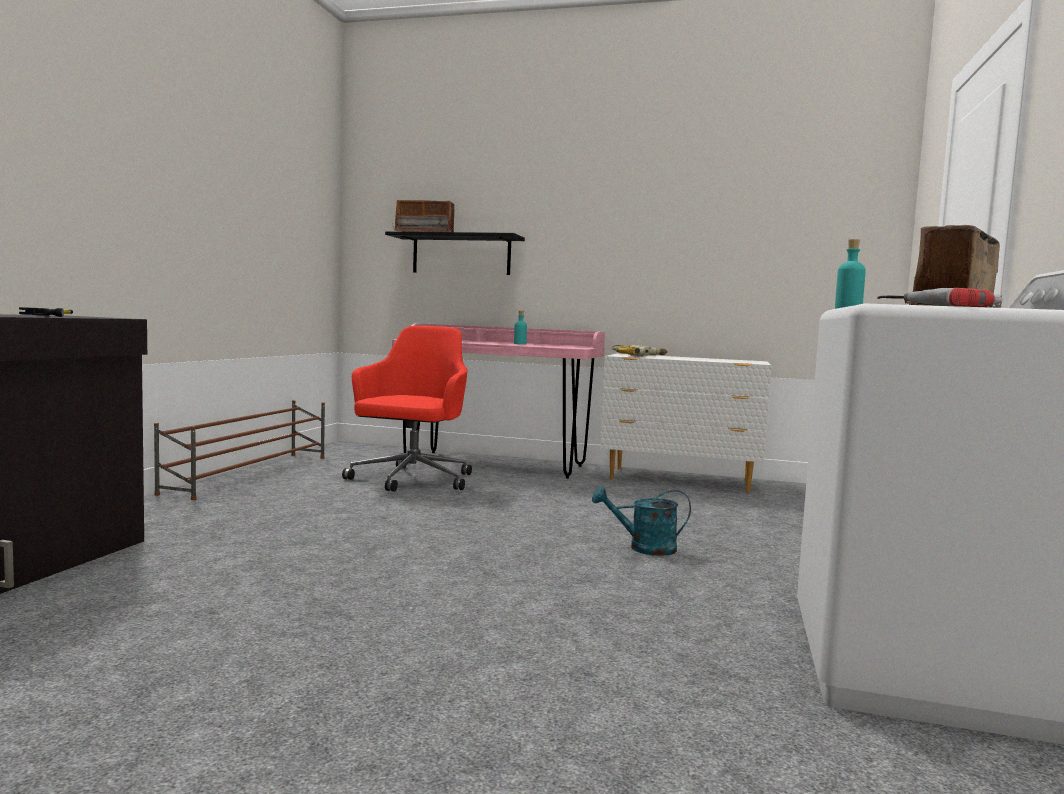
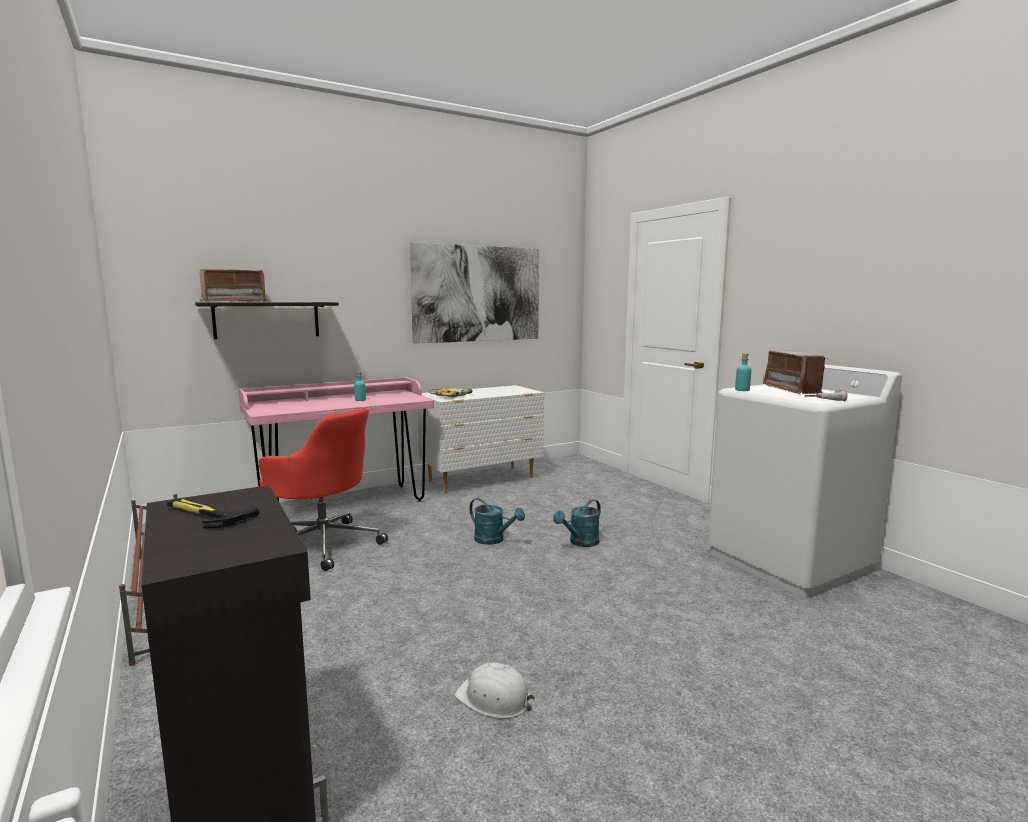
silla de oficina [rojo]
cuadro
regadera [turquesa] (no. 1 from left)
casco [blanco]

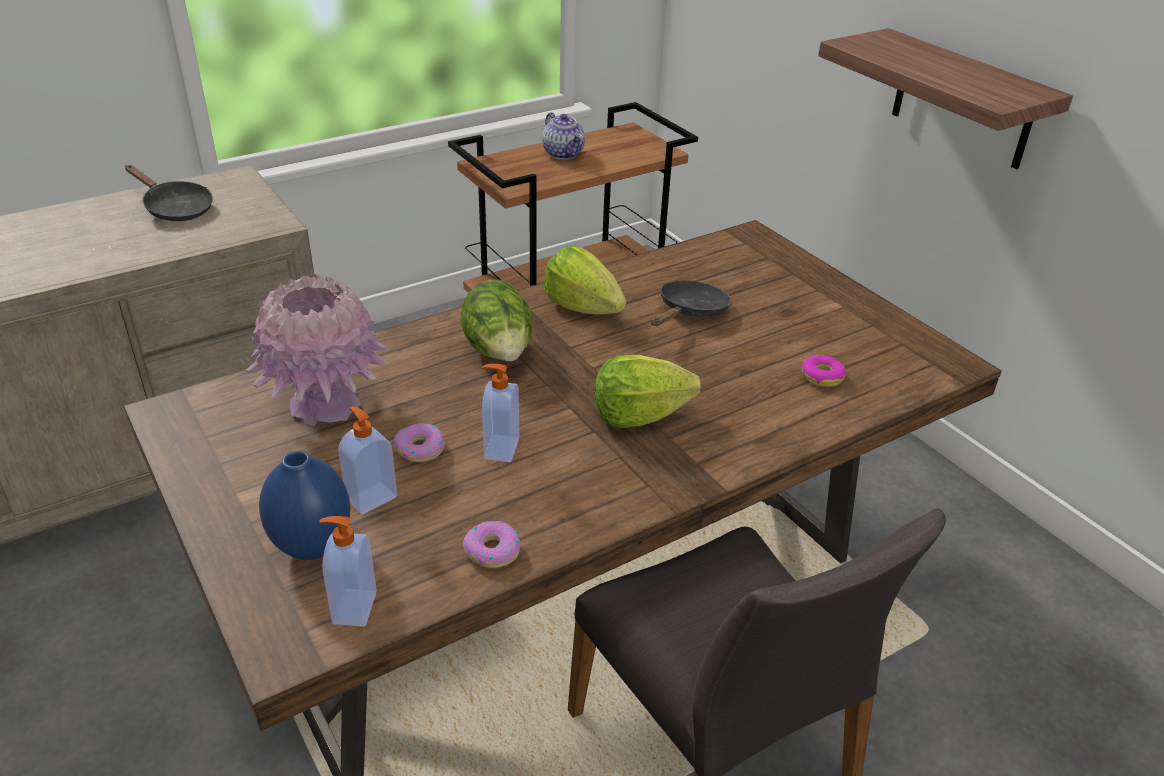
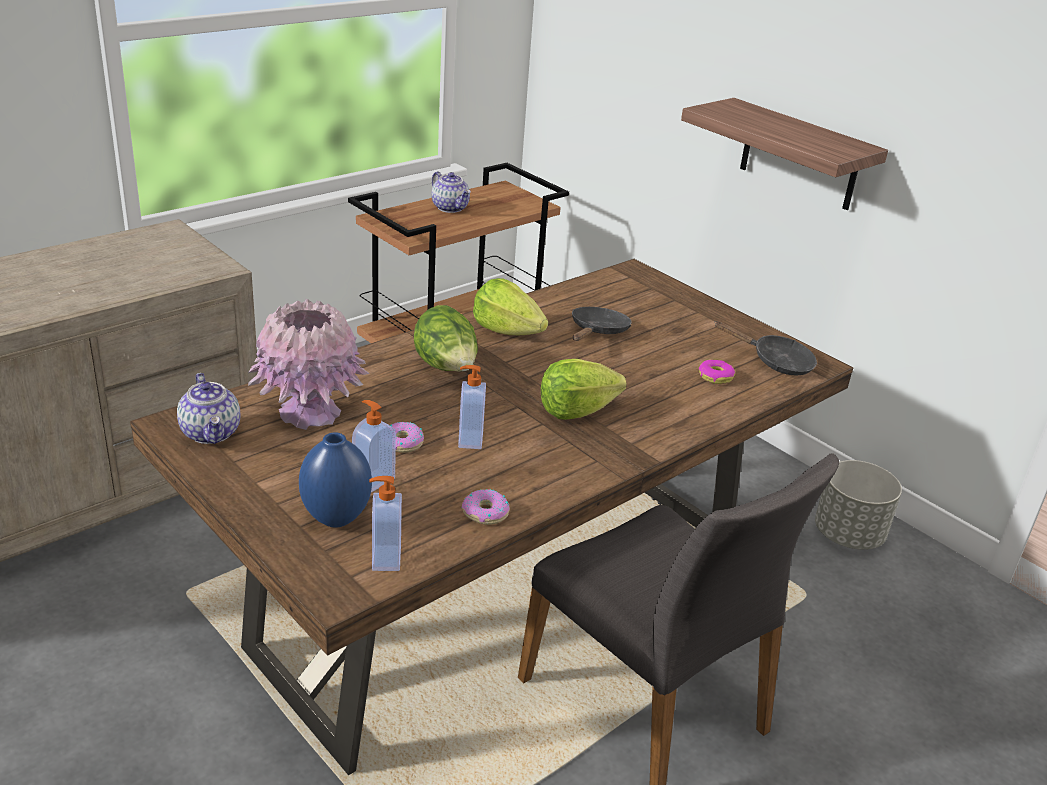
sartén [negro] (no. 2 from left)
tetera (no. 1 from left)
maceta [gris]

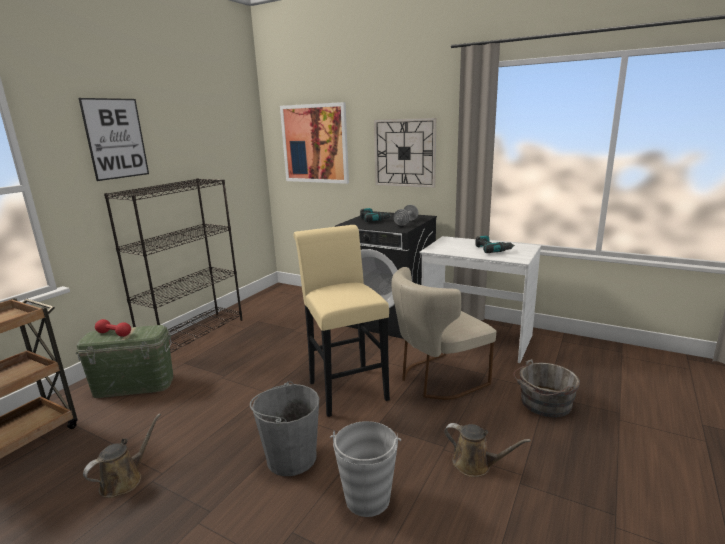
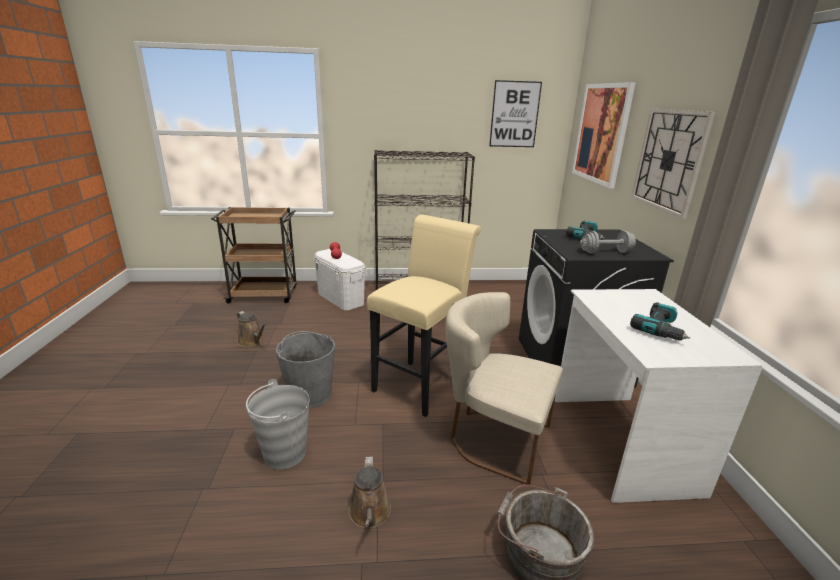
cuadro (no. 1 from left)
caja de almacenaje [blanco]
regadera [marrón] (no. 1 from left)

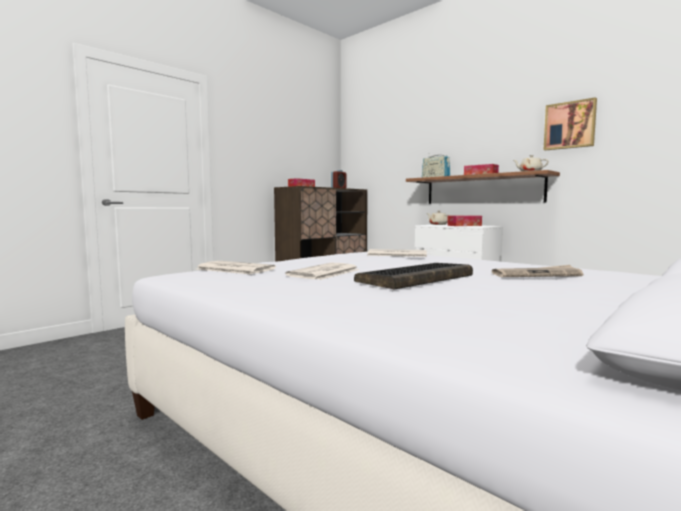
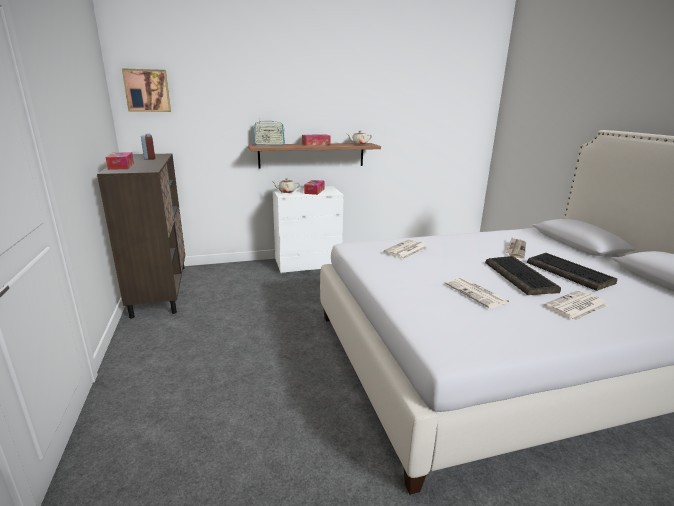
cuadro
periódico (no. 4 from left)
teclado (no. 2 from left)

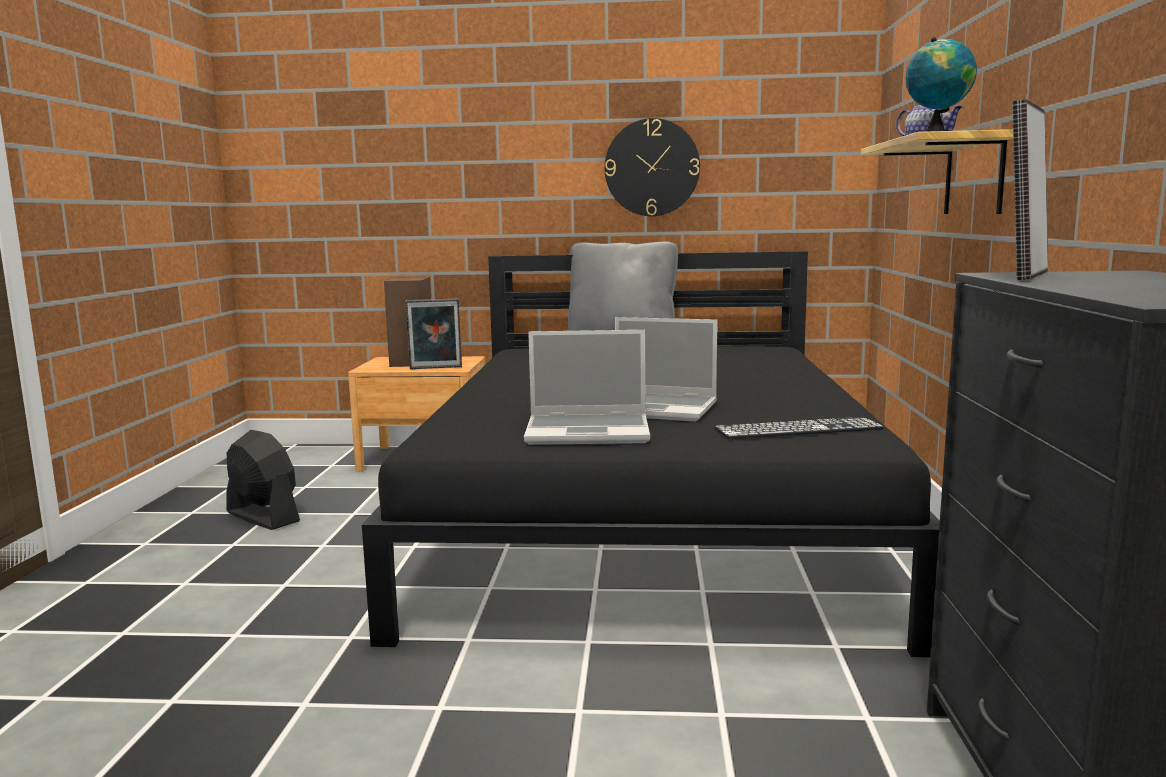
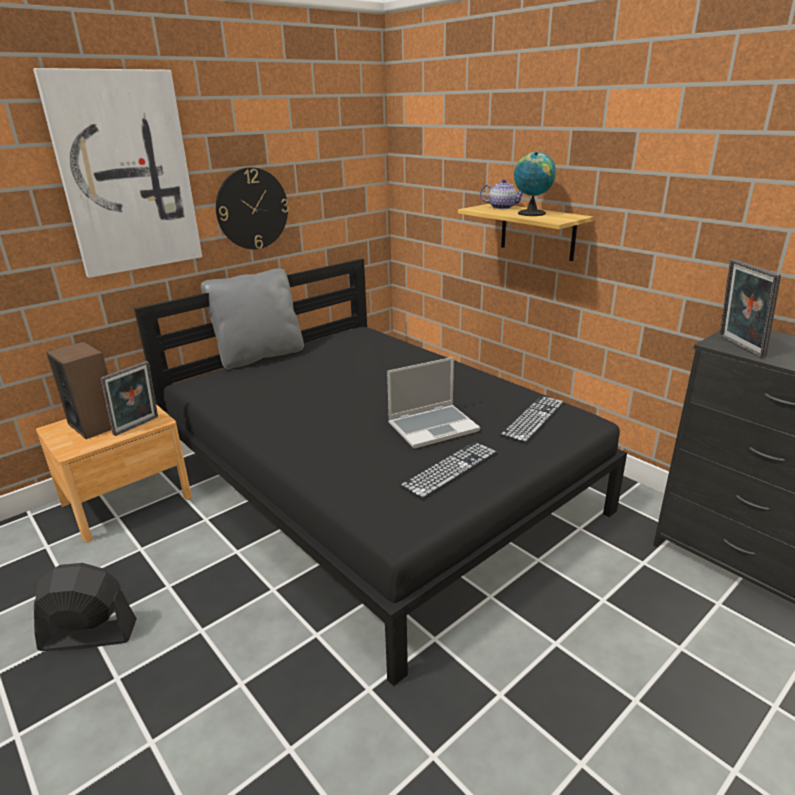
teclado (no. 1 from left)
cuadro

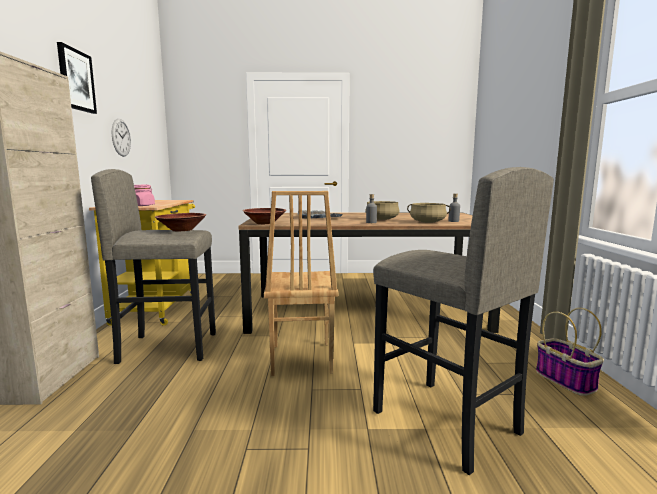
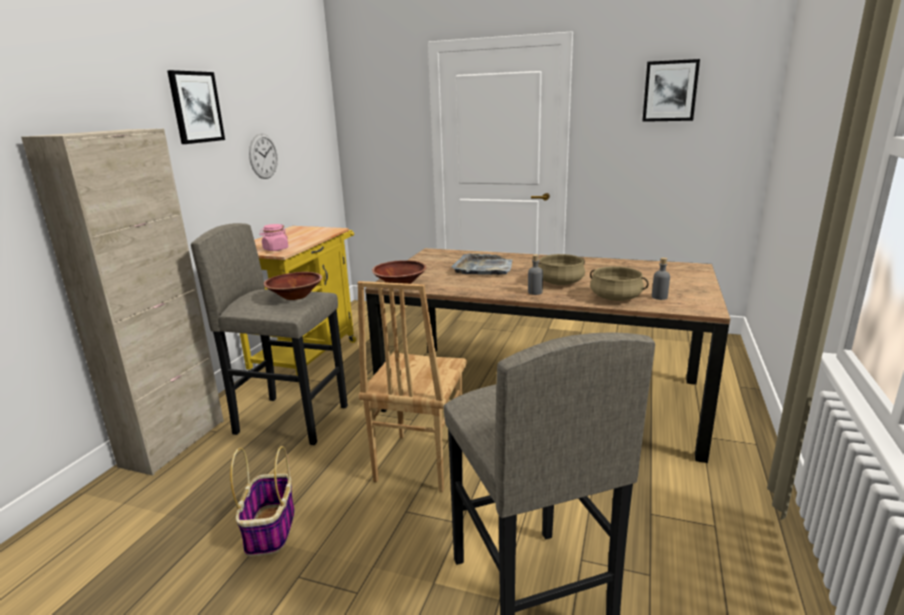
cesta
cuadro (no. 2 from left)

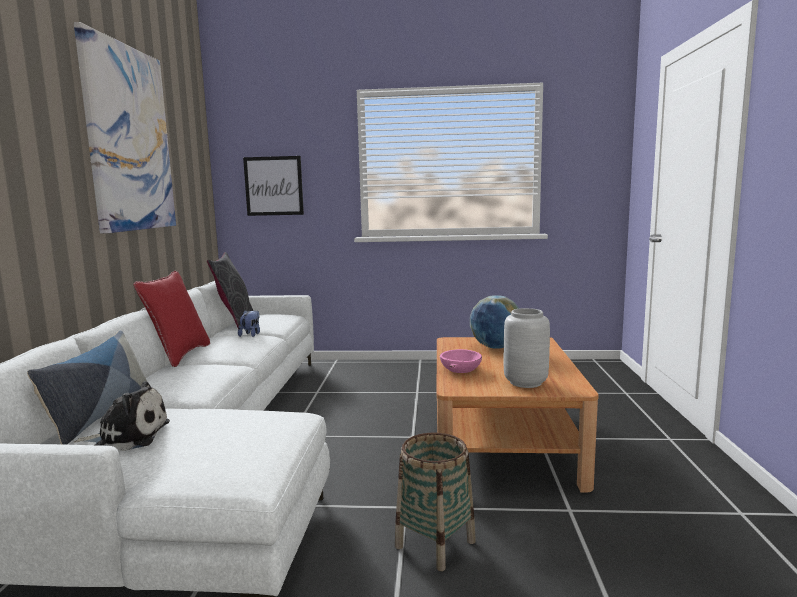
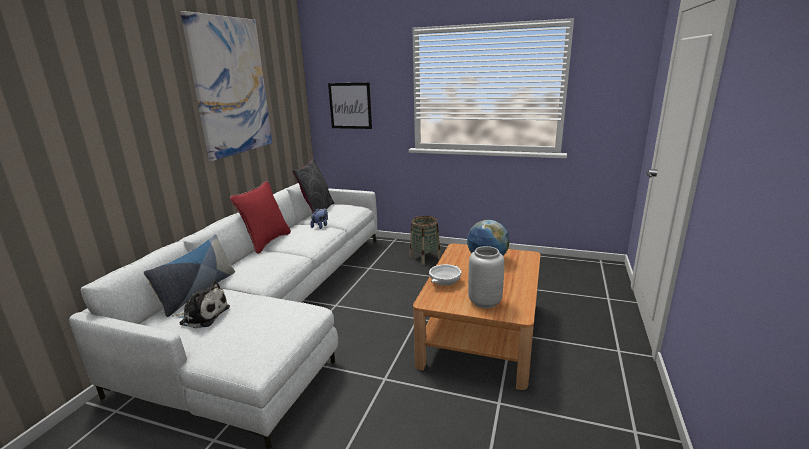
cuenco [blanco]
cesta

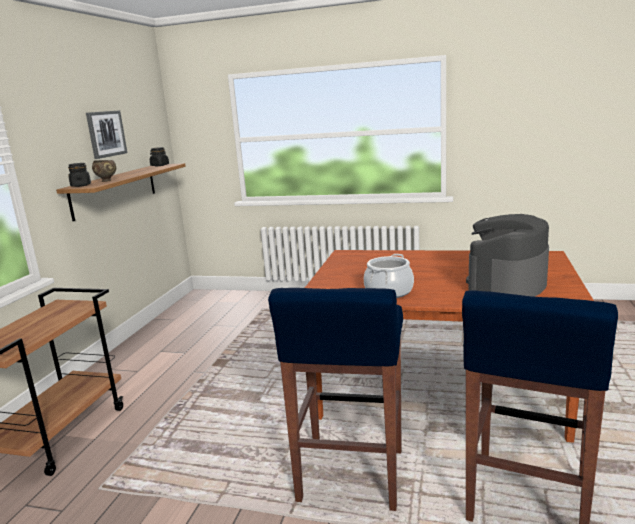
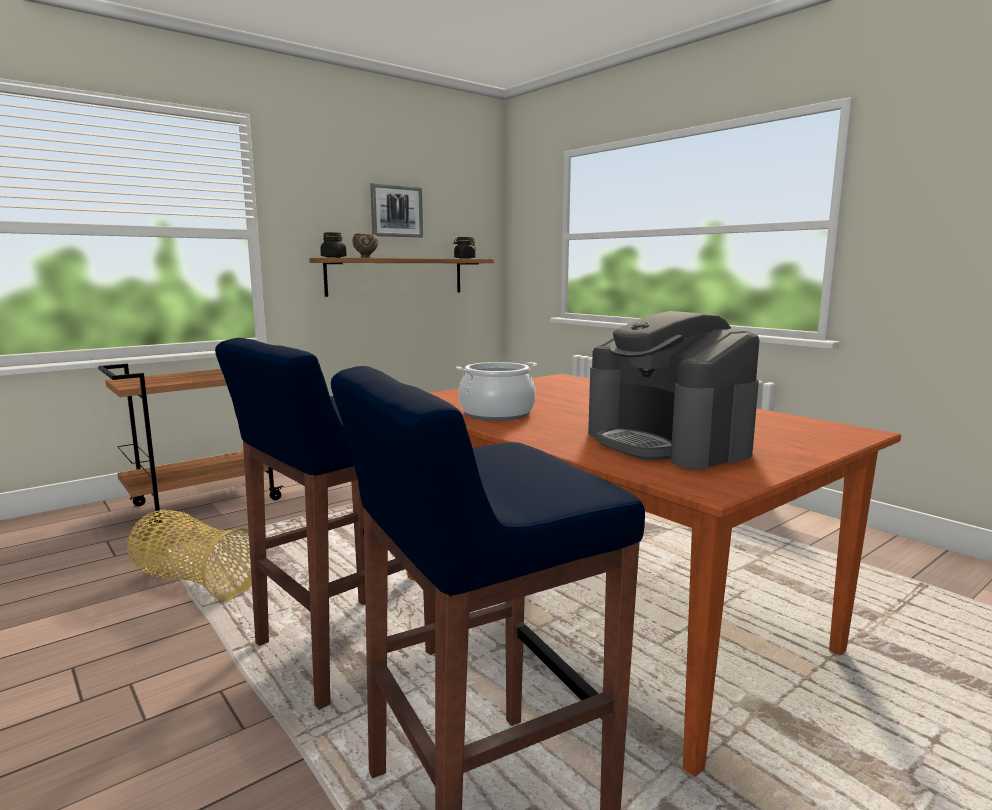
cafetera
cesta

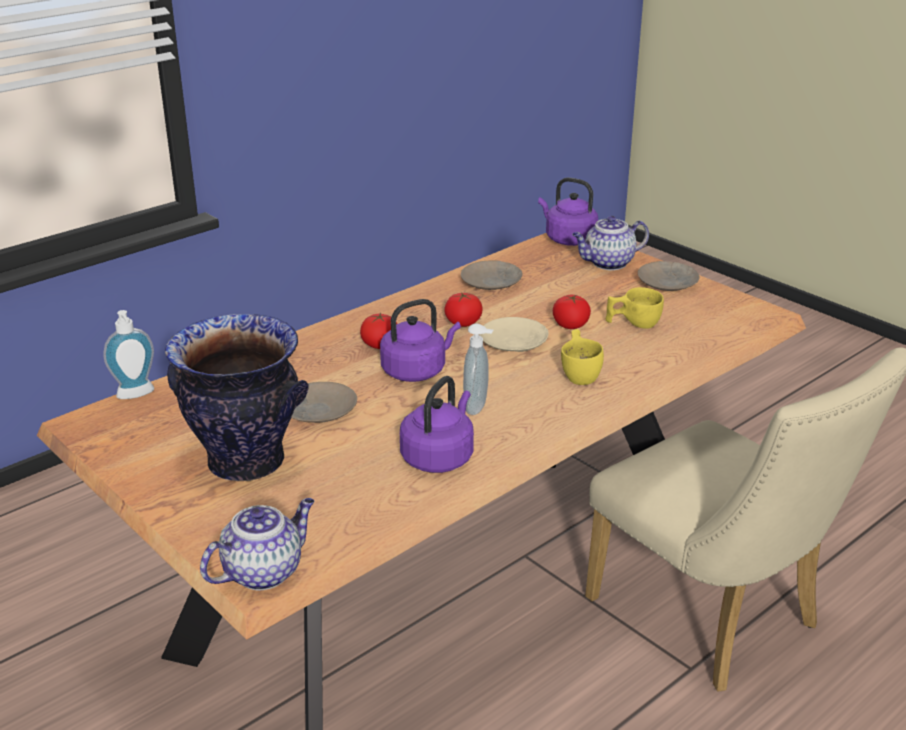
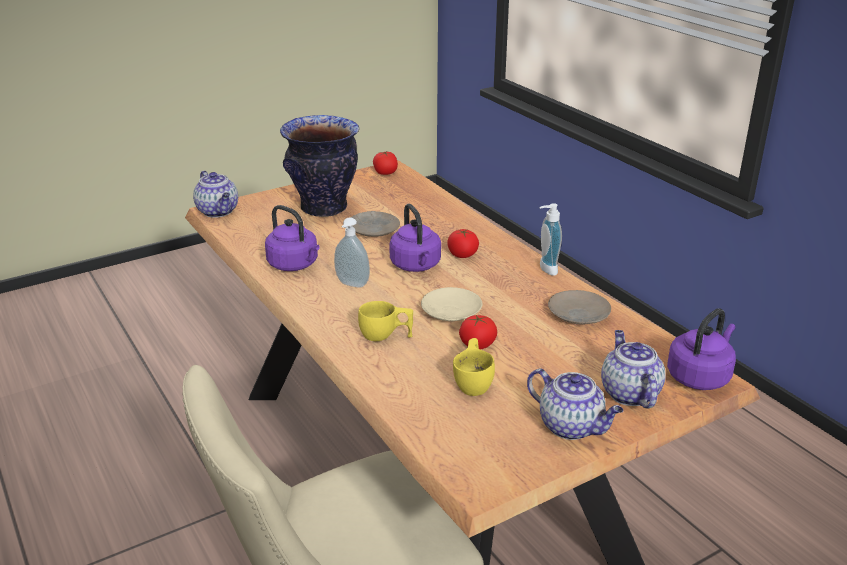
tetera (no. 2 from left)
tomate (no. 1 from left)
dispensador de jabón (no. 2 from left)

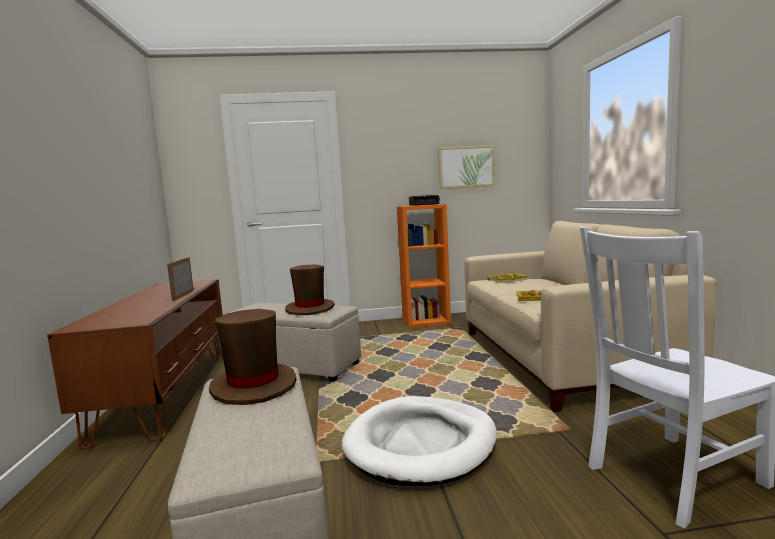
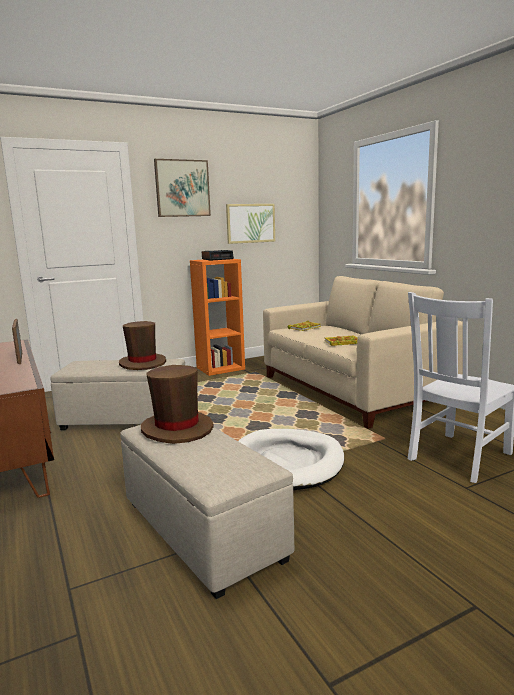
cuadro (no. 1 from left)

